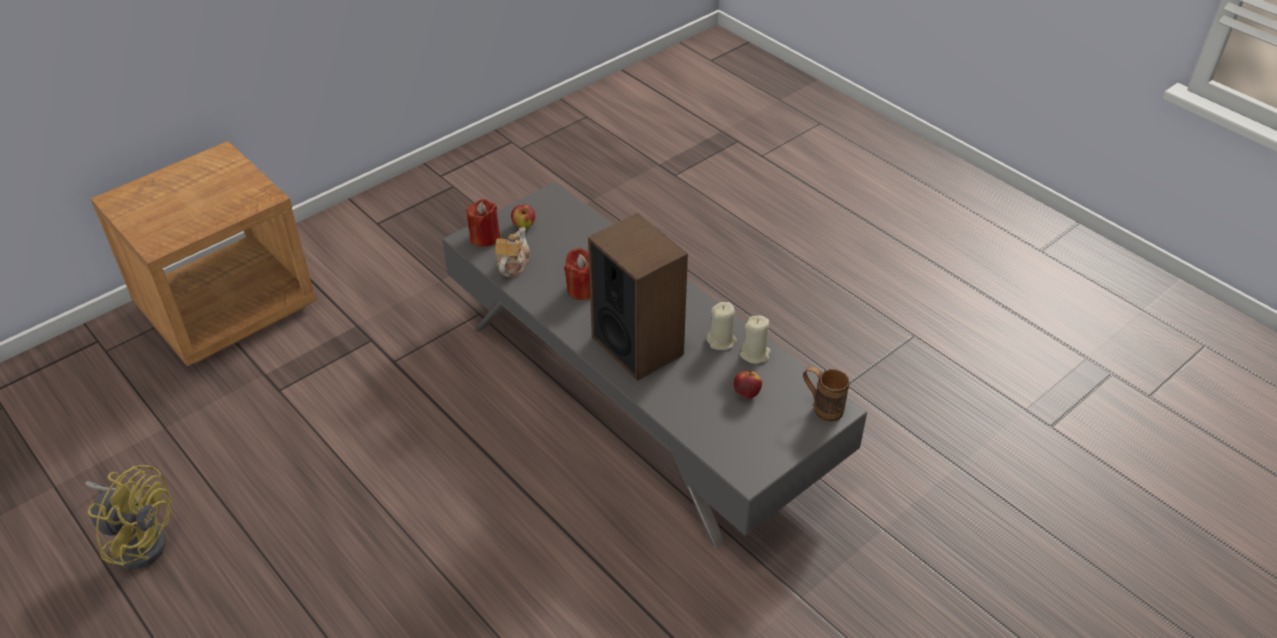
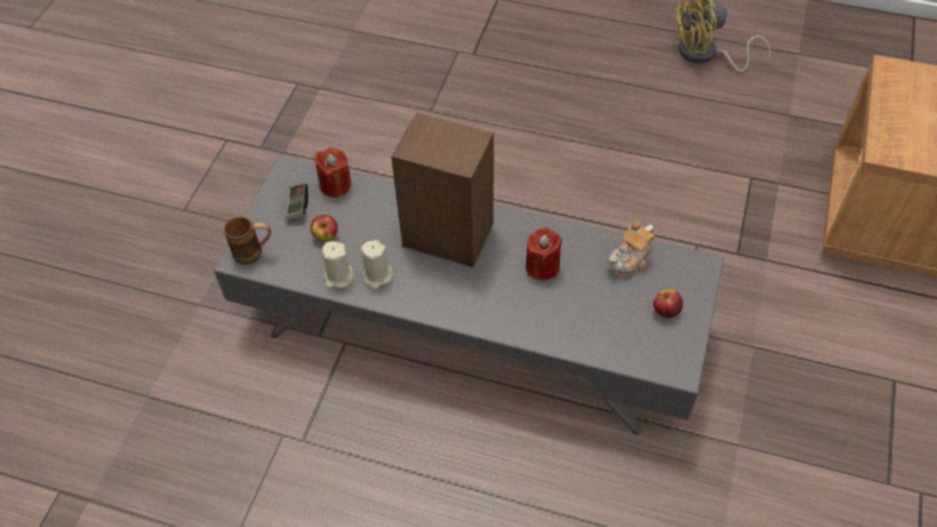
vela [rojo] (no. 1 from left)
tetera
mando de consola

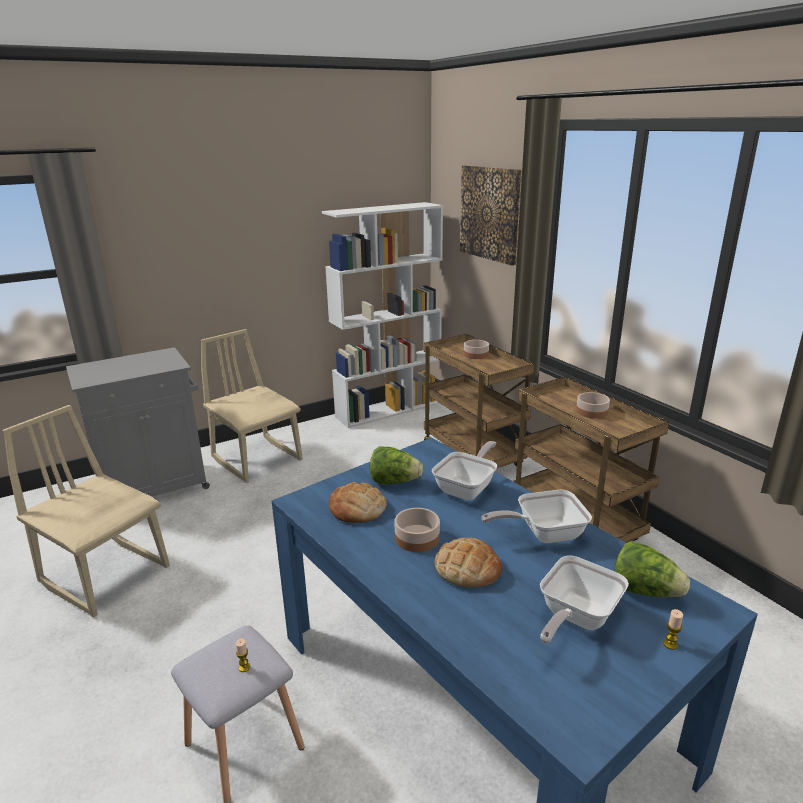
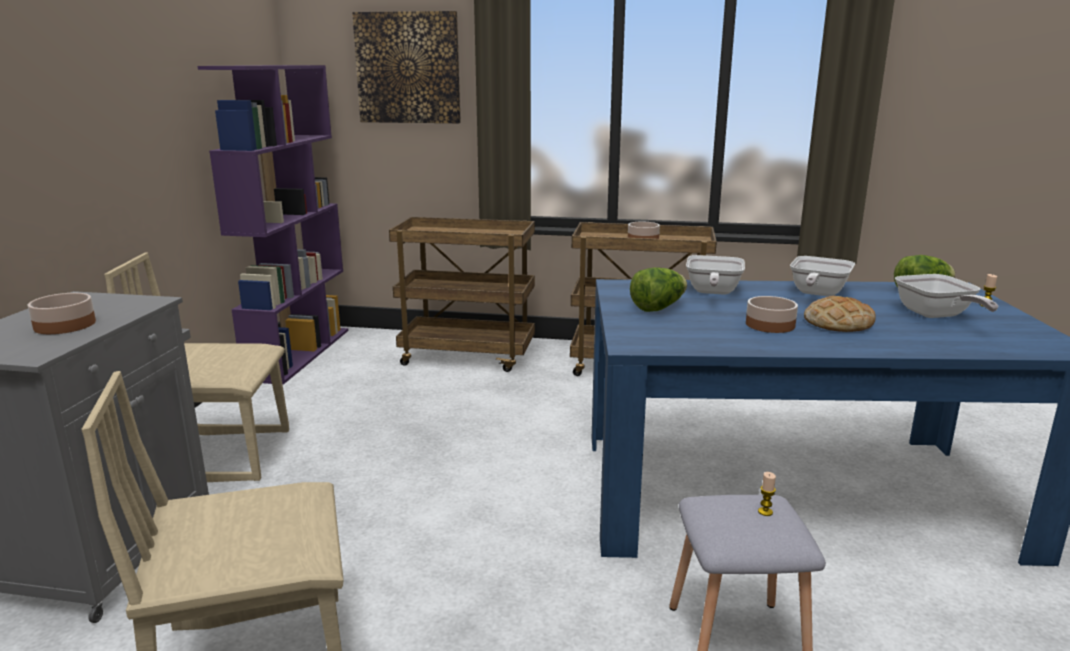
estantería [morado]
cuenco (no. 1 from left)
sartén (no. 1 from left)
pan (no. 1 from left in the first image)

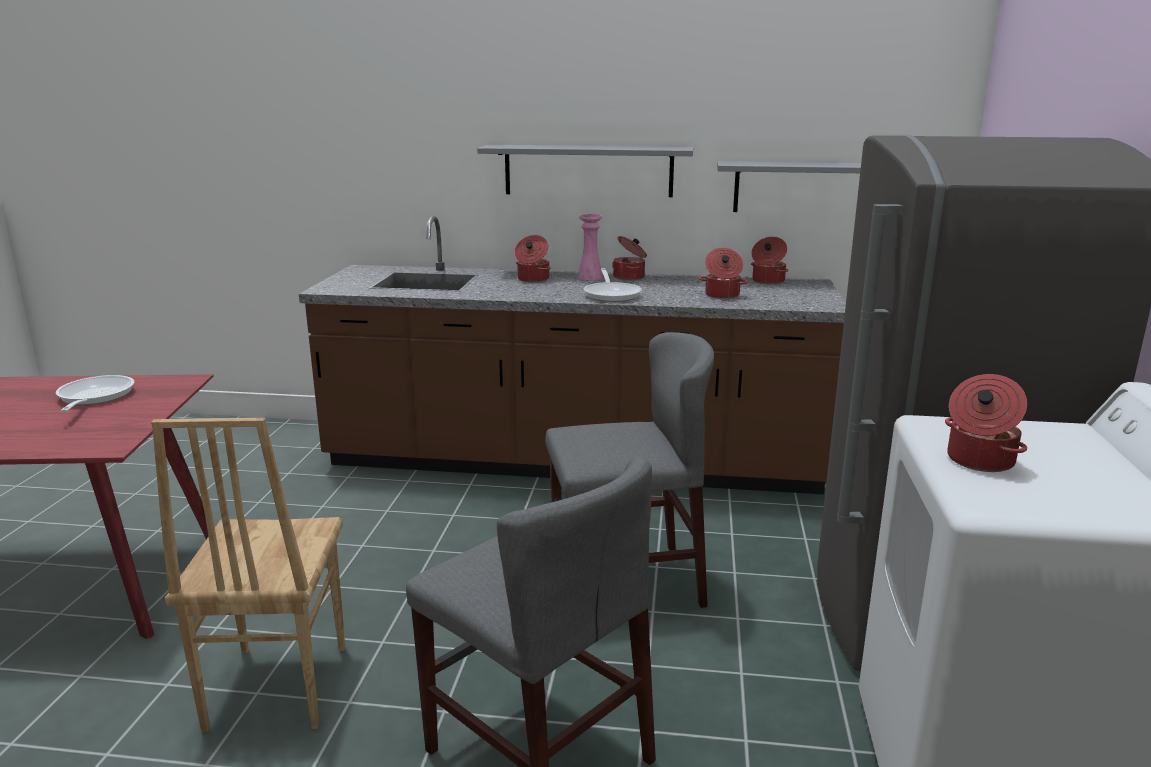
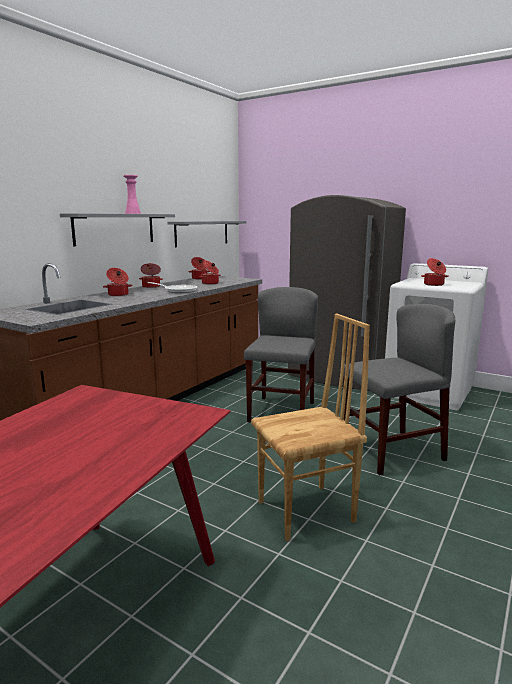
florero [rosa]
sartén (no. 1 from left in the first image)
silla [marrón]

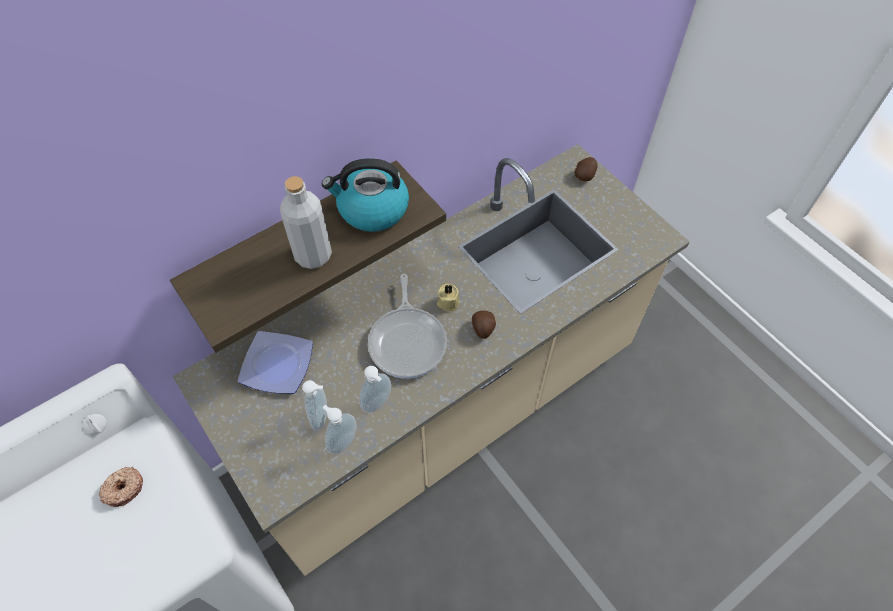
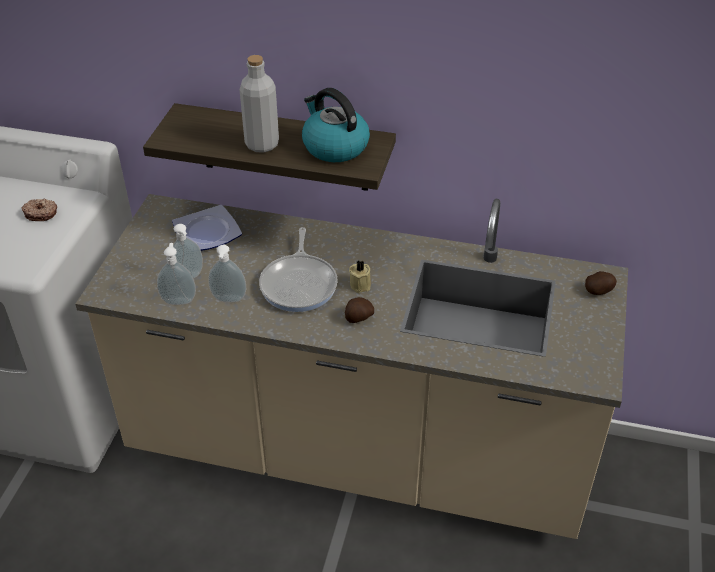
sartén

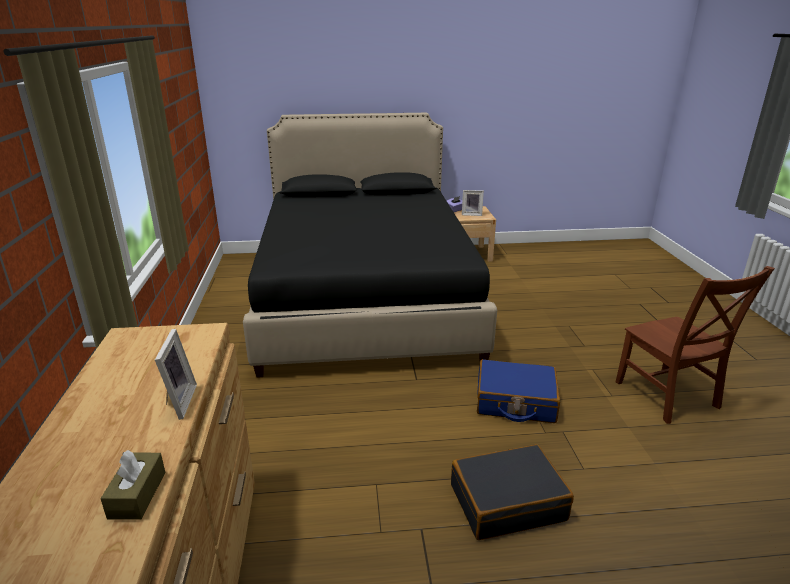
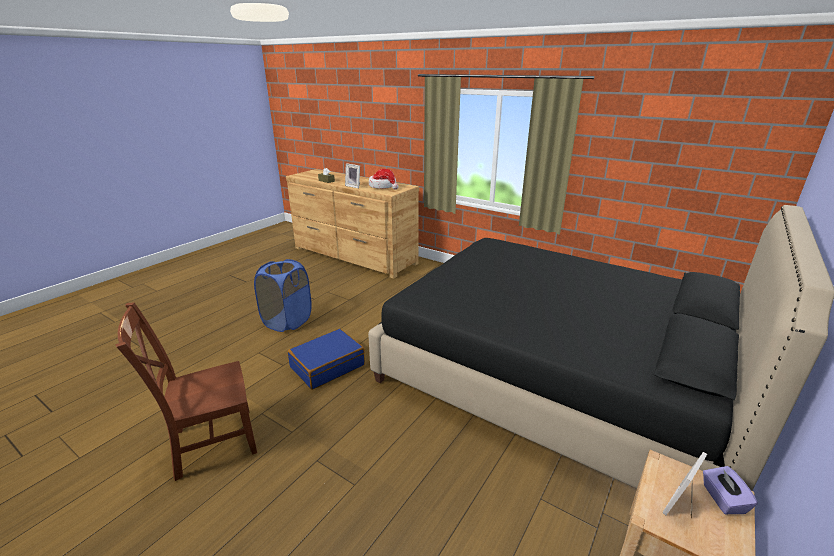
silla [marrón]
cesto de la ropa [azul]
sombrero

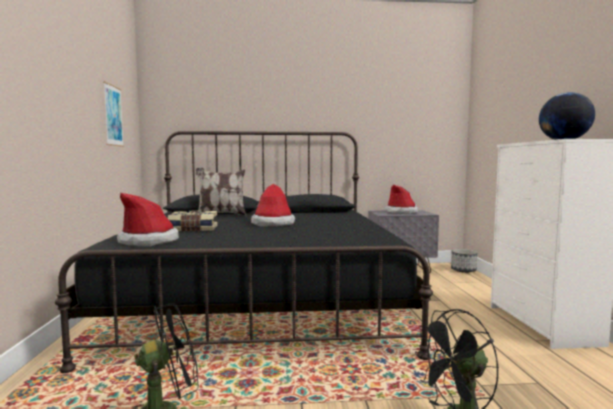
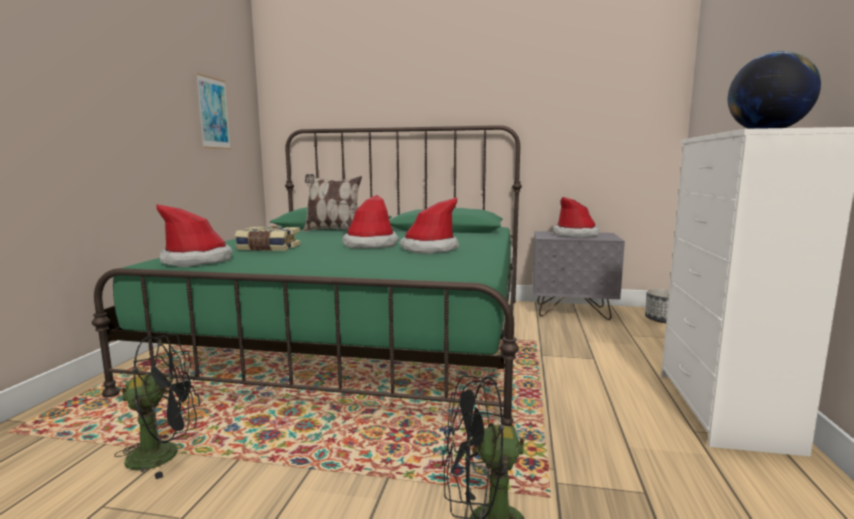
cama [verde]
sombrero (no. 3 from left)

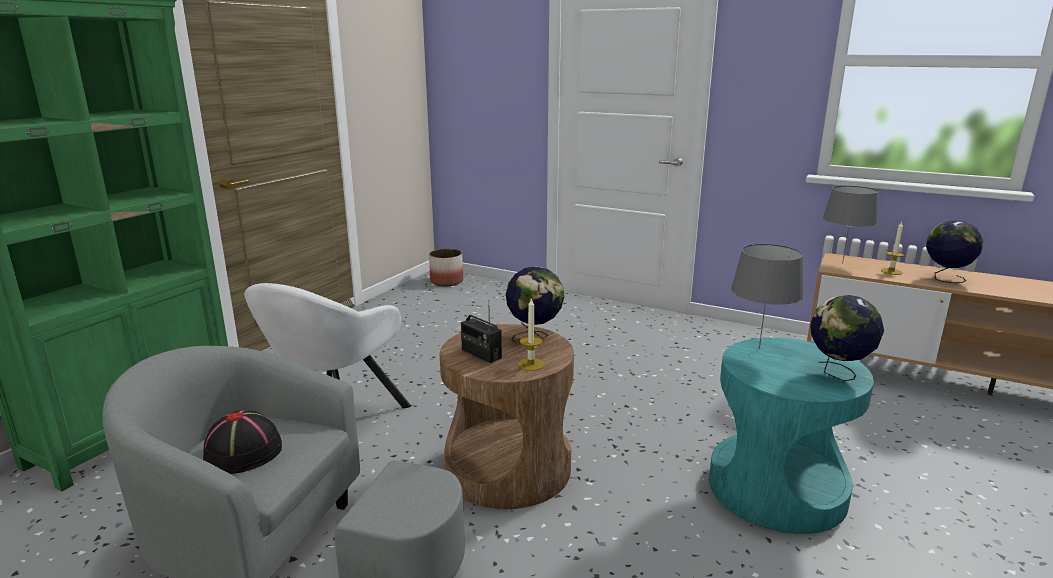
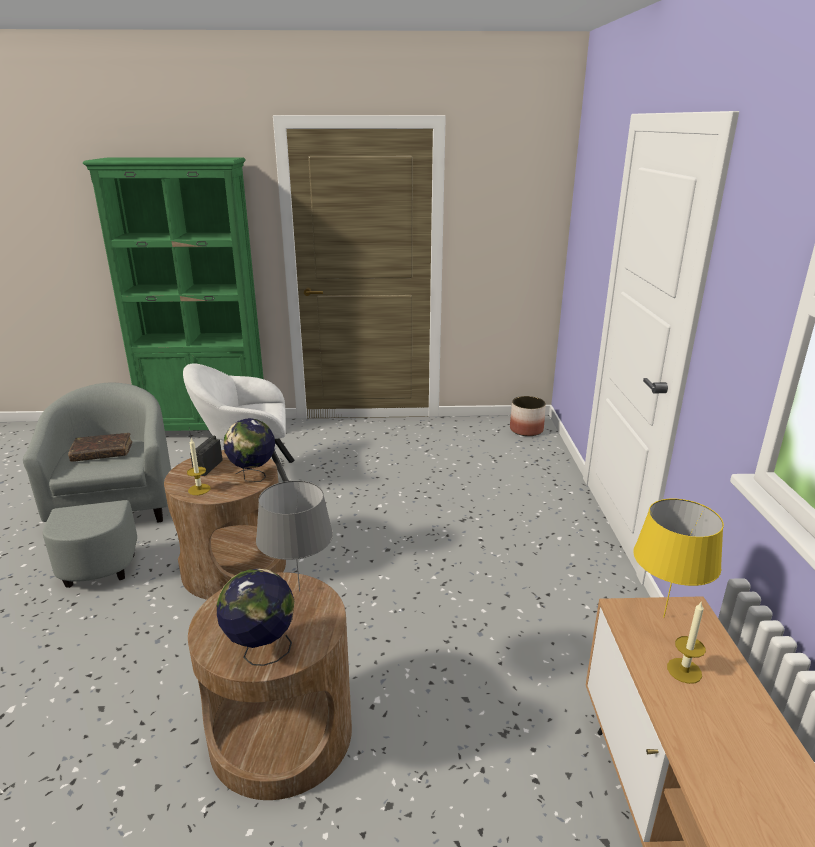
lámpara de mesa [amarillo]
globo terráqueo (no. 3 from left in the first image)
mesa auxiliar [marrón] (no. 2 from left)
libro [marrón]

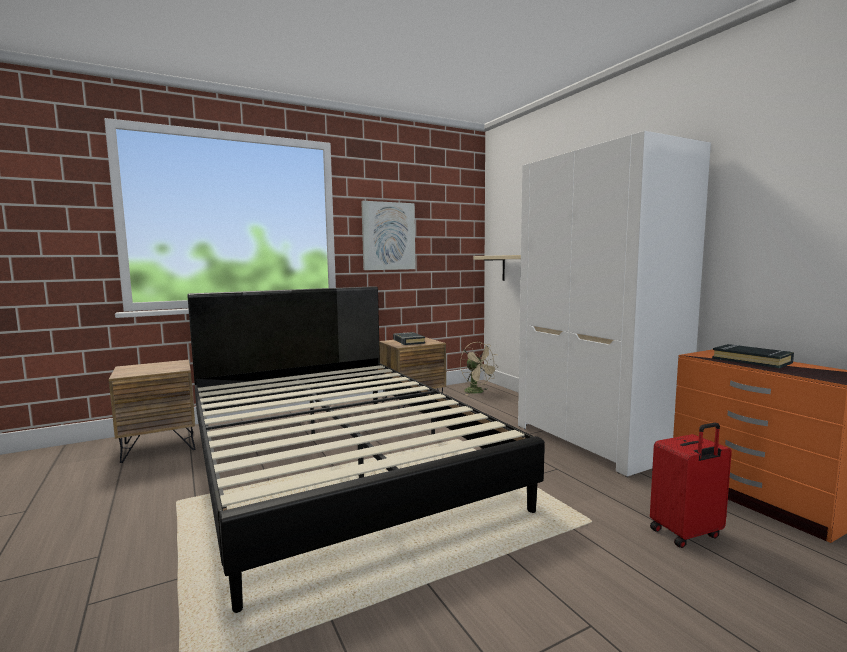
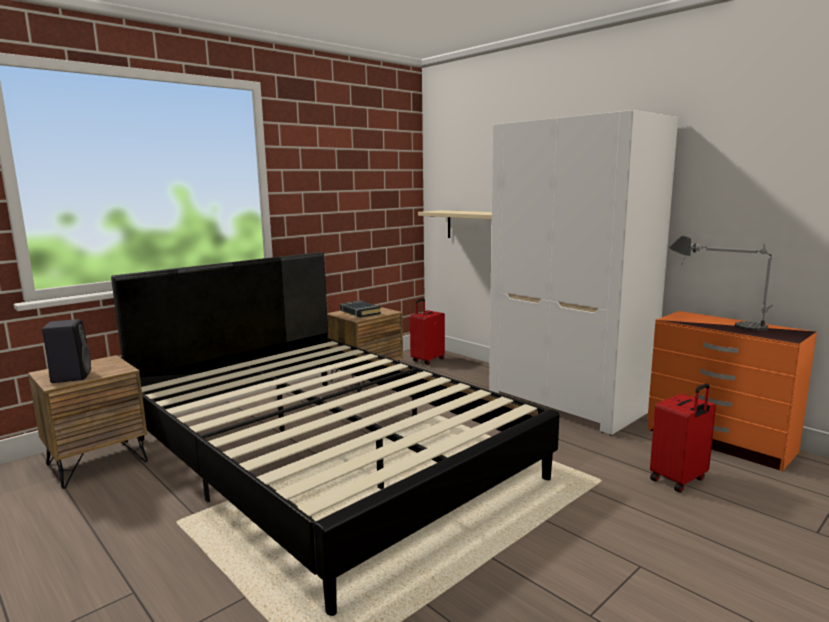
cuadro
maleta [rojo] (no. 1 from left)
lámpara de mesa
altavoz [negro]

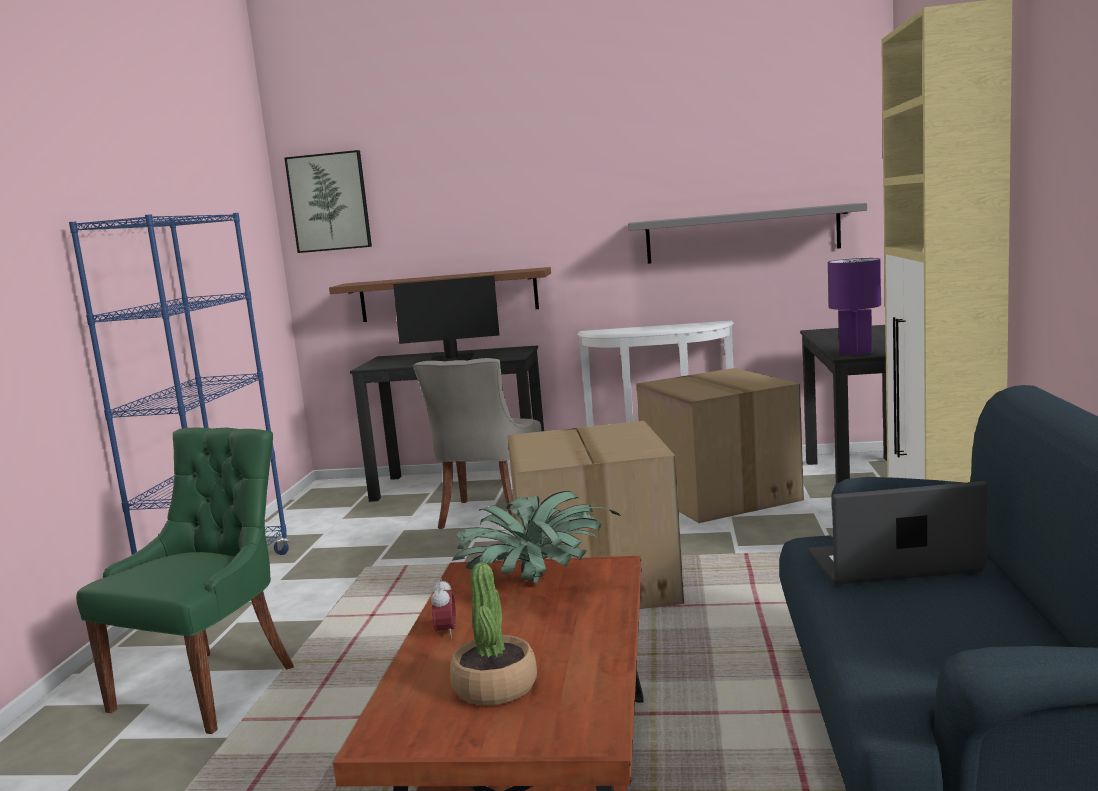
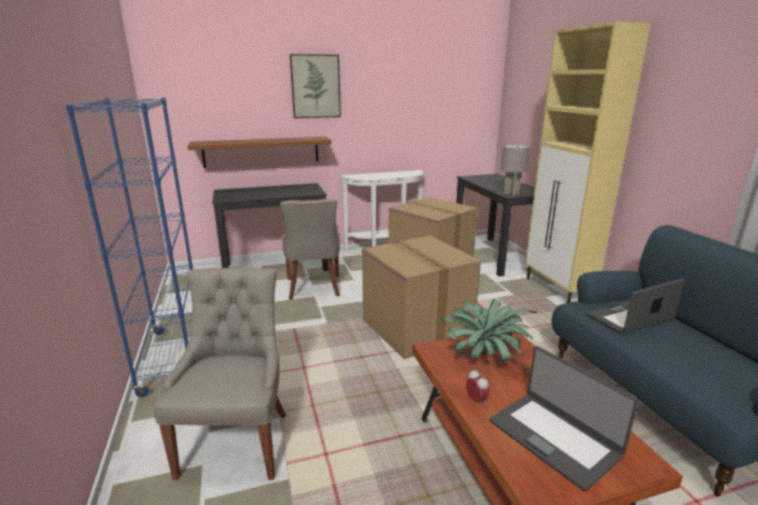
cuadro
estante [gris]
lámpara de mesa [gris]
monitor
silla [gris] (no. 1 from left)
portátil (no. 1 from left)

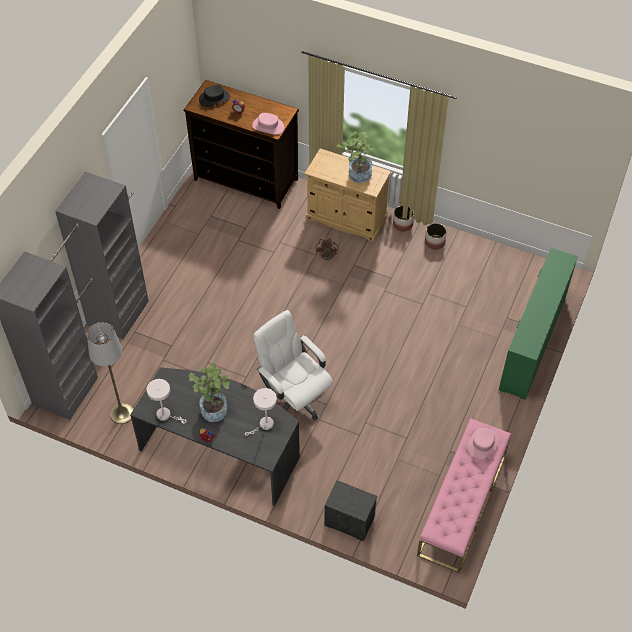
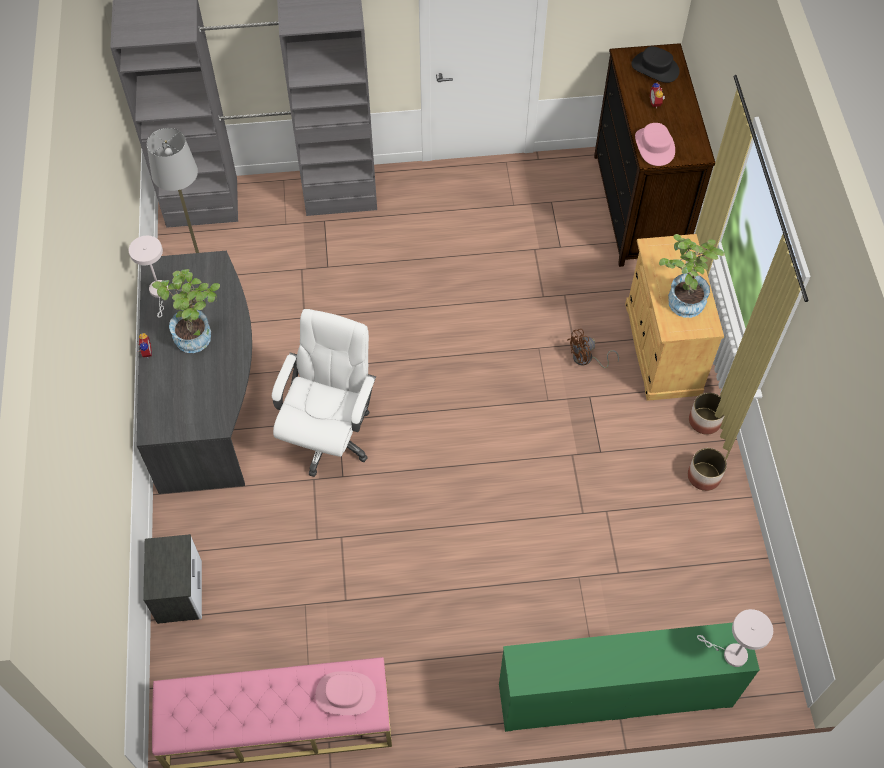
lámpara de mesa [blanco] (no. 2 from left)

